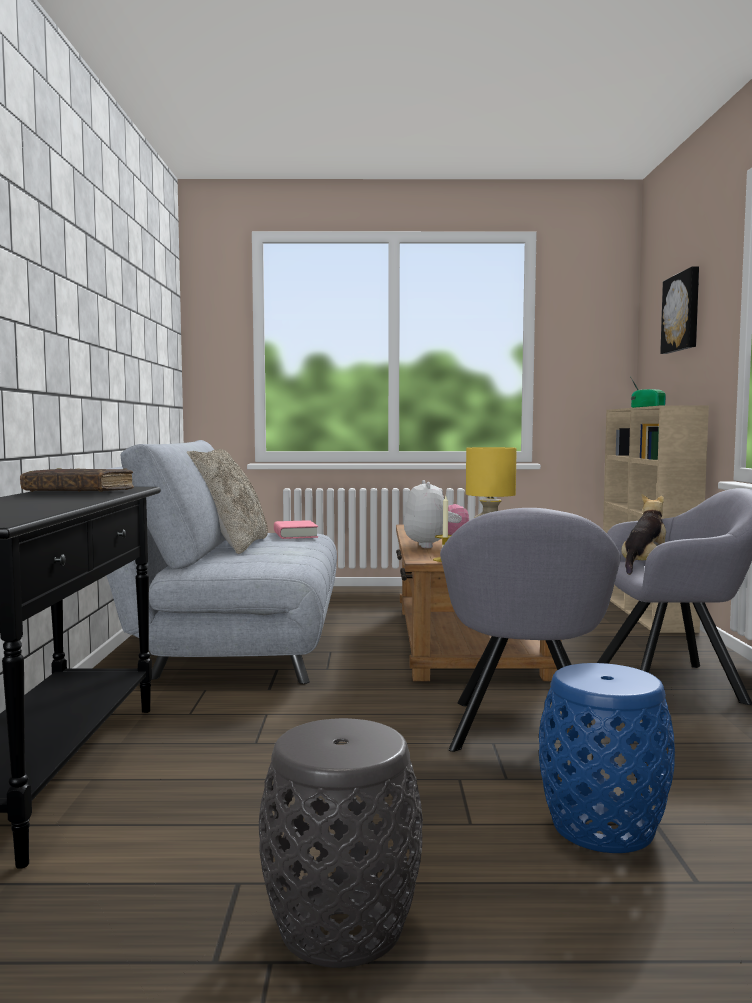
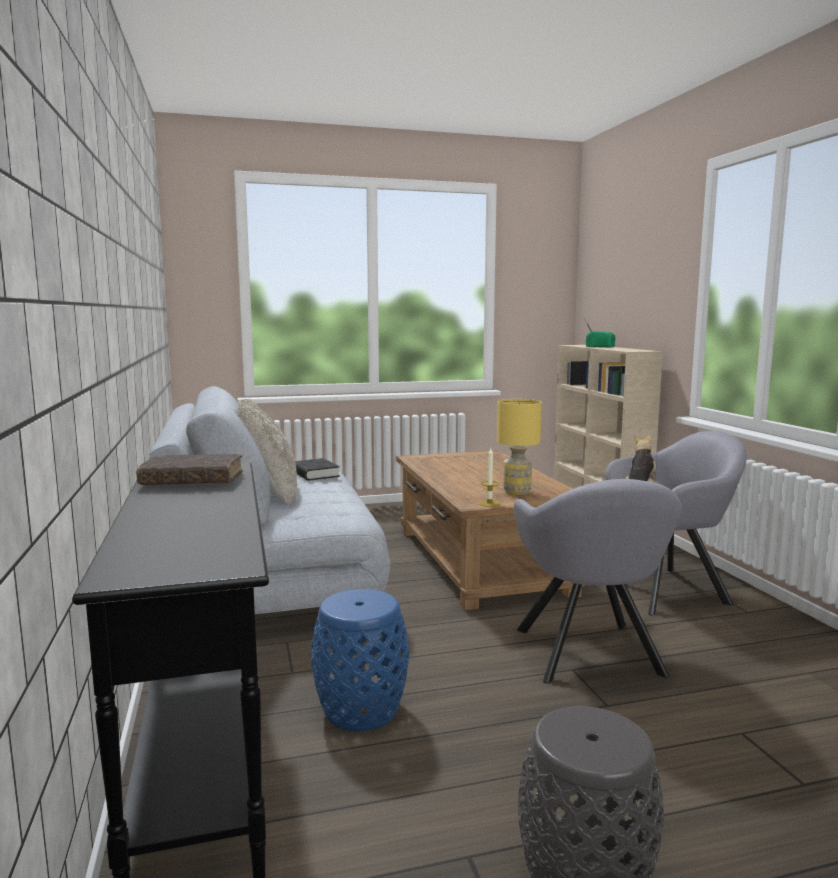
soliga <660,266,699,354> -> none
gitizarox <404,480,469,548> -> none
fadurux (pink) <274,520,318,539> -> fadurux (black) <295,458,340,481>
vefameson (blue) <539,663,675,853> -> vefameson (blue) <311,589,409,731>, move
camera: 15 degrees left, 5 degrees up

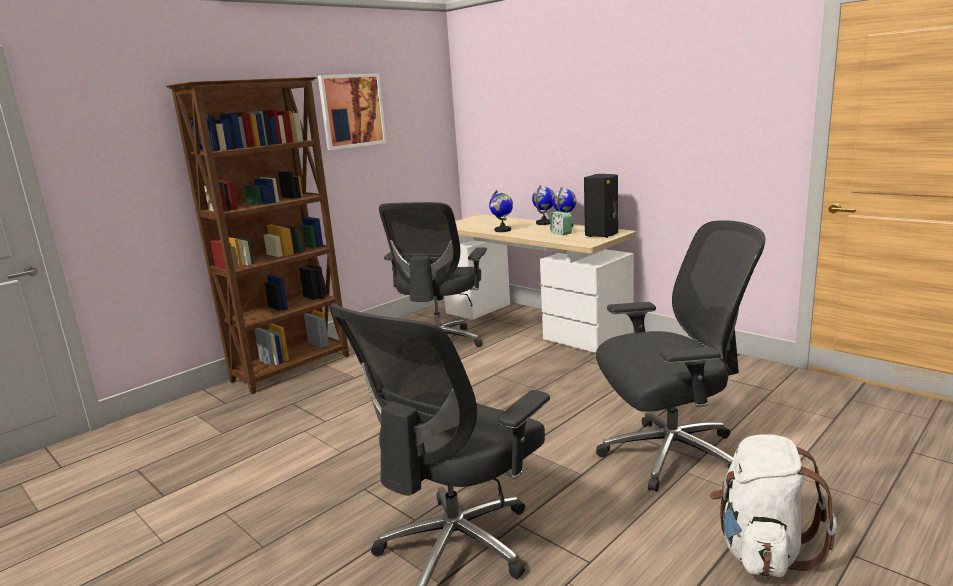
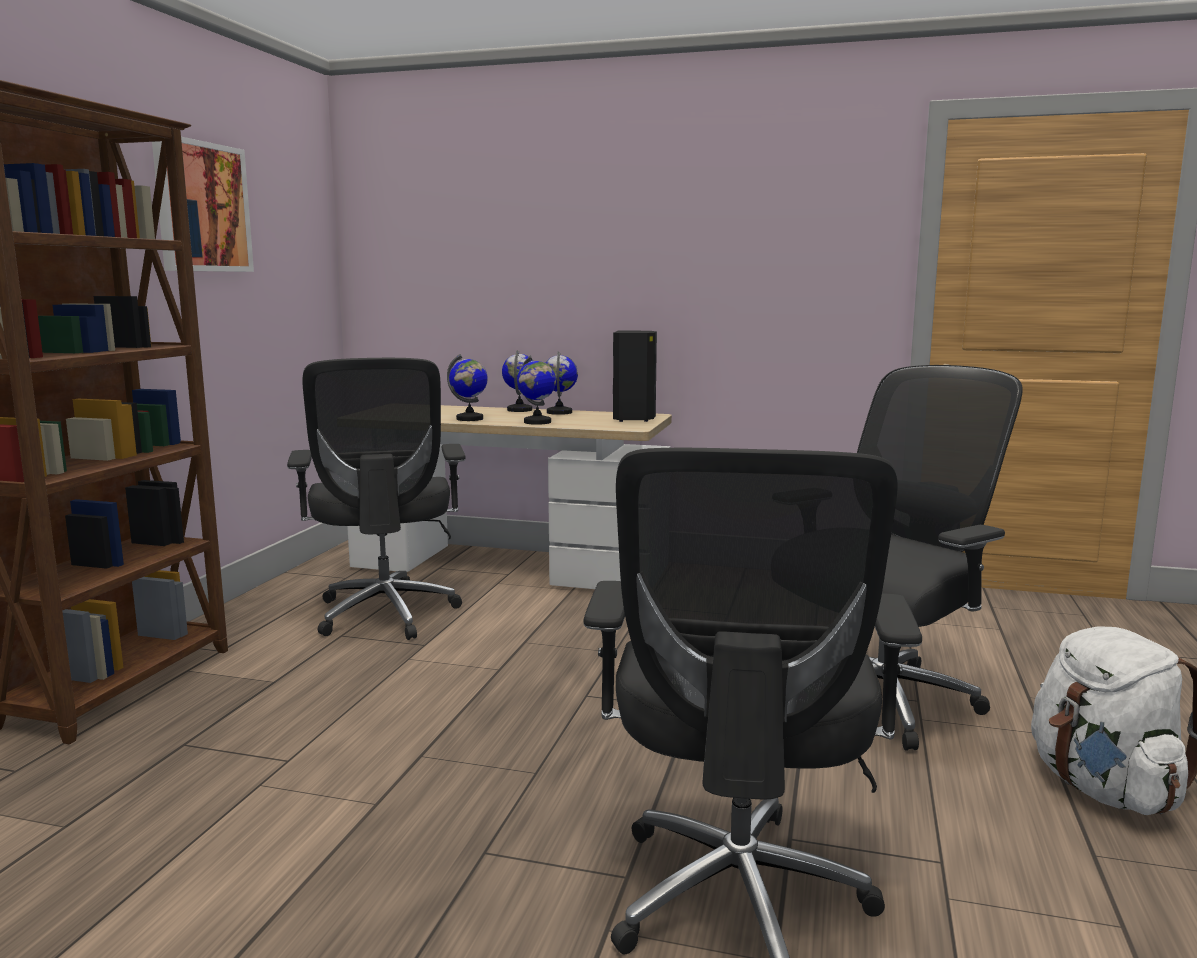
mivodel <550,211,572,235> -> none
none -> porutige <517,355,556,425>
camera: 30 degrees left, 5 degrees down

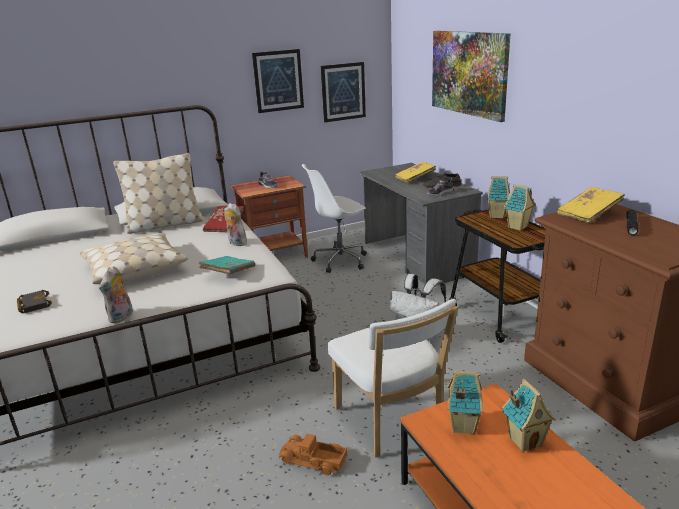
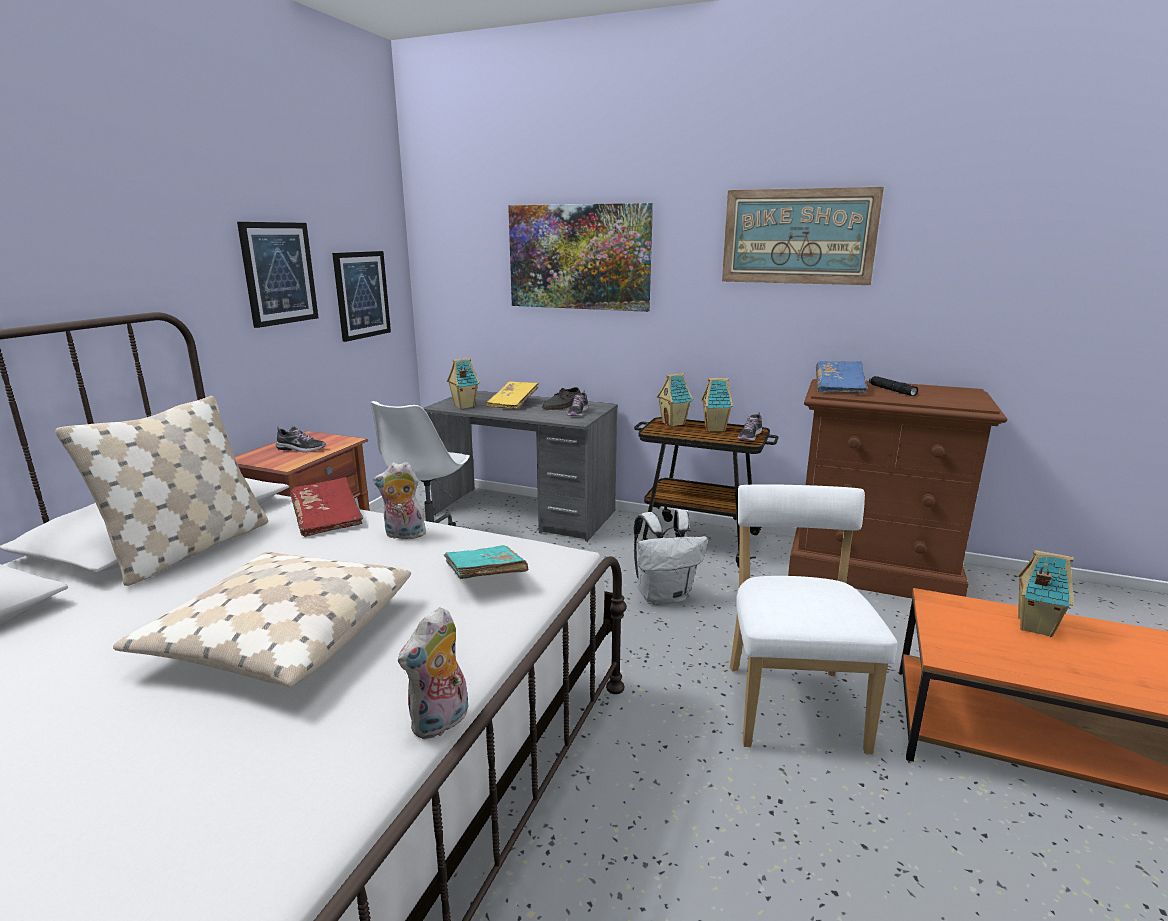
fadurux (yellow) <557,187,625,223> -> fadurux (blue) <816,361,868,394>
gitizarox <99,266,133,323> -> gitizarox <398,607,469,739>, 60 degrees clockwise
fadurux (black) <17,290,52,313> -> none
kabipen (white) <328,299,458,458> -> kabipen (white) <730,484,897,754>, 105 degrees counterclockwise
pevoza <447,371,483,435> -> pevoza <447,358,480,409>, move
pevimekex <279,434,347,475> -> none
none -> soliga <722,187,884,285>
none -> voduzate <738,412,762,441>
camera: 45 degrees left, 5 degrees down

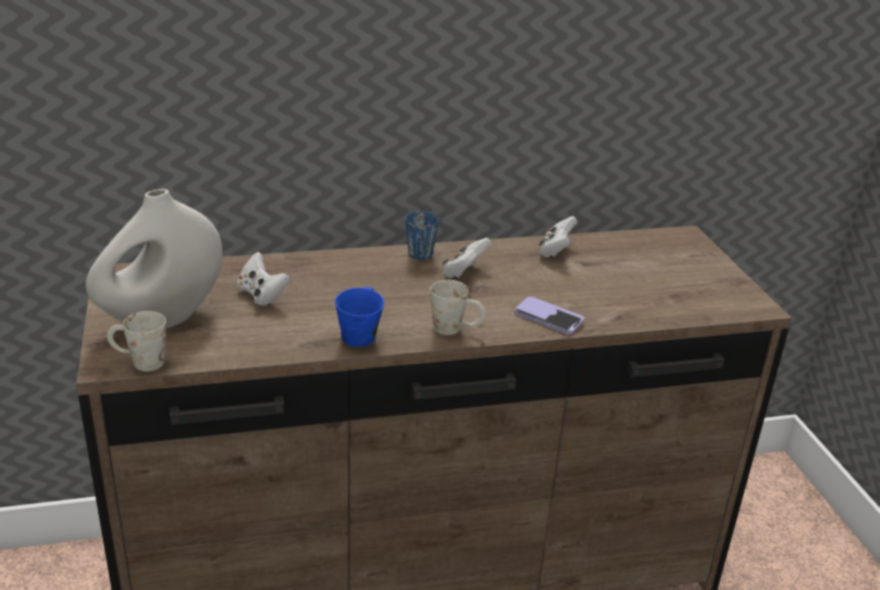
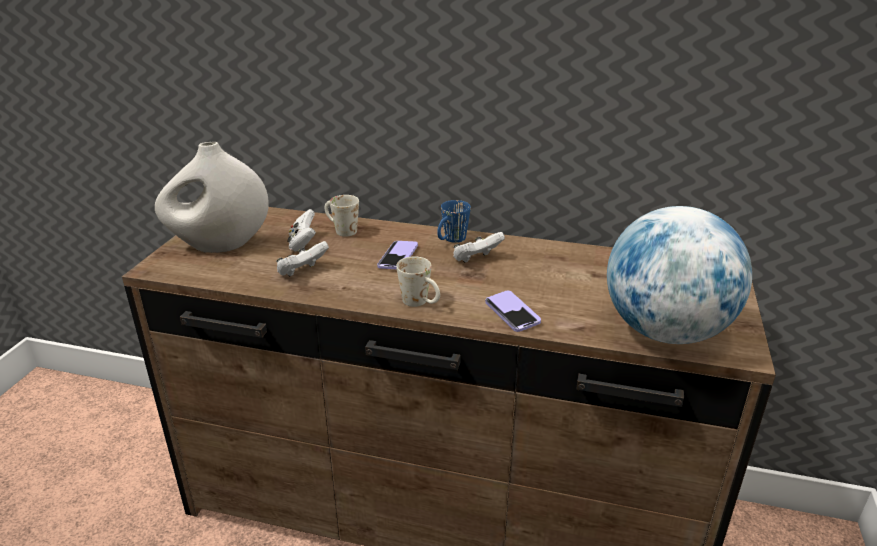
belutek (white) <539,216,577,257> -> belutek (white) <276,241,329,277>, move
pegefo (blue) <335,287,384,347> -> none
pegefo (white) <107,311,166,371> -> pegefo (white) <325,195,359,237>, move
none -> porutige <607,206,752,344>
none -> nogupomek <377,241,418,269>
camera: 30 degrees right, 0 degrees up

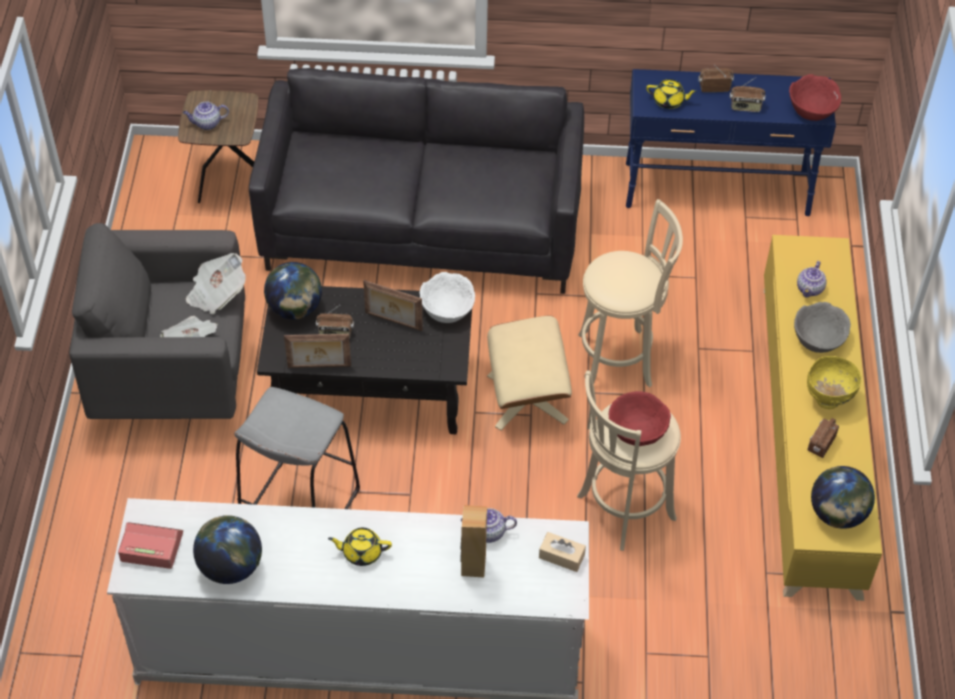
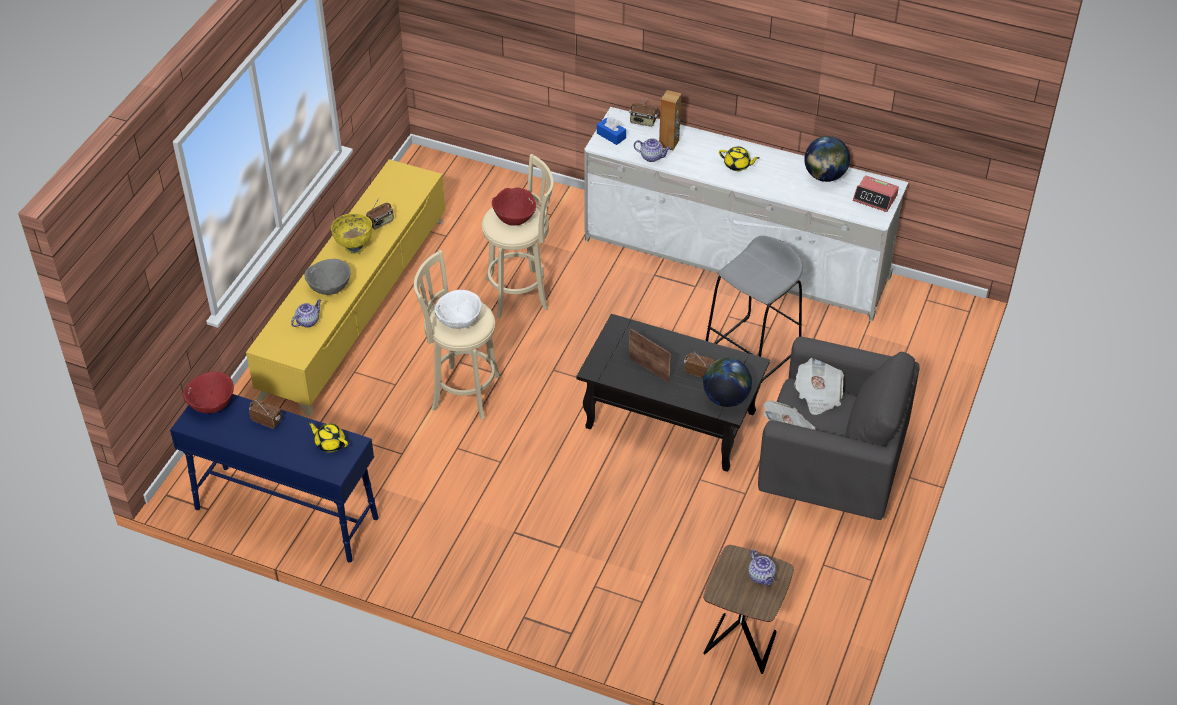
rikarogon <698,65,734,92> -> rikarogon <629,98,658,127>, move
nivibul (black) <249,68,584,294> -> none
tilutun <183,101,229,130> -> tilutun <748,549,776,586>, 60 degrees clockwise
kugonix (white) <420,272,475,323> -> kugonix (white) <434,290,482,329>, move
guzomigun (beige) <487,316,572,430> -> none
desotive <284,334,351,368> -> none
porutige <811,466,875,529> -> none
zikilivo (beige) <539,532,586,572> -> zikilivo (blue) <597,117,626,145>
camera: 160 degrees left, 5 degrees down

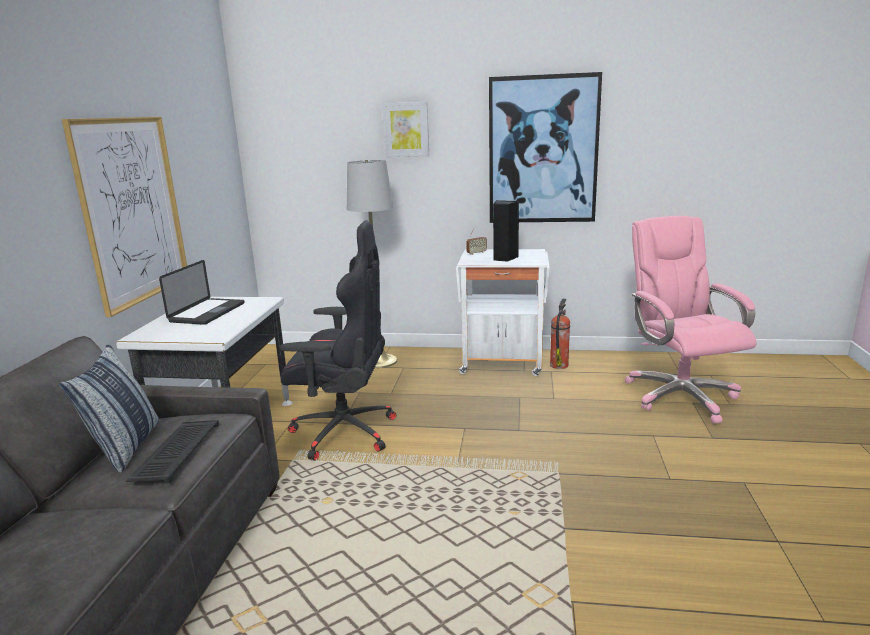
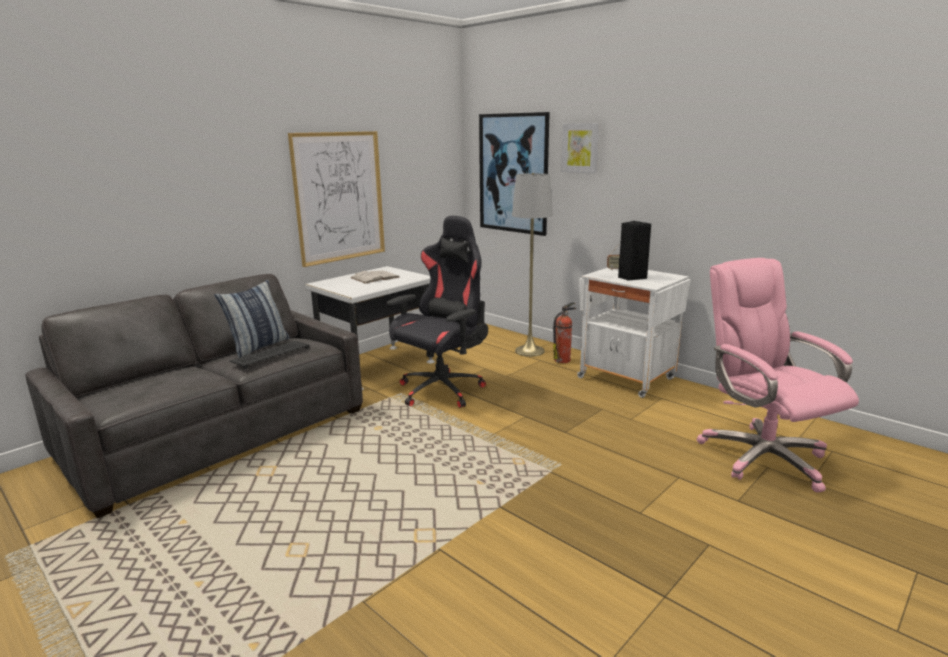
soliga <489,72,602,223> -> soliga <479,112,550,236>, move
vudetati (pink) <625,216,756,424> -> vudetati (pink) <697,258,859,493>, 45 degrees counterclockwise
vudetati (black) <280,220,396,461> -> vudetati (black) <387,216,488,408>, 90 degrees counterclockwise
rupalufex <159,260,245,325> -> fadurux (white) <351,271,399,284>
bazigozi <550,298,570,369> -> bazigozi <553,302,576,363>, move
camera: 35 degrees right, 0 degrees up

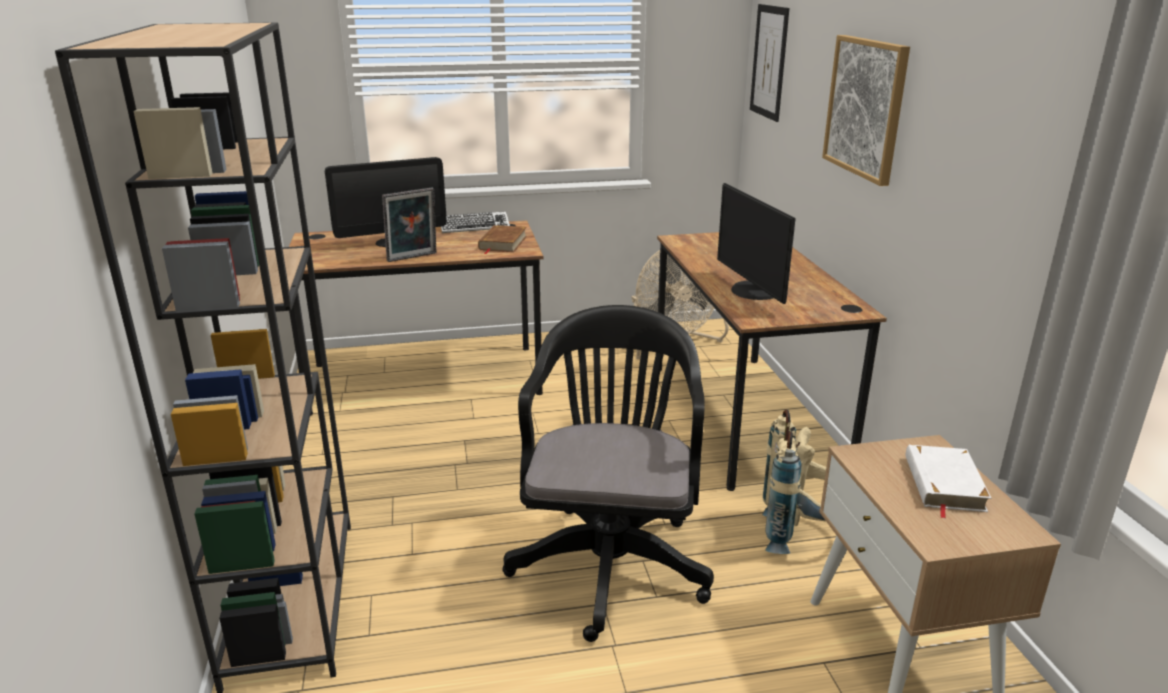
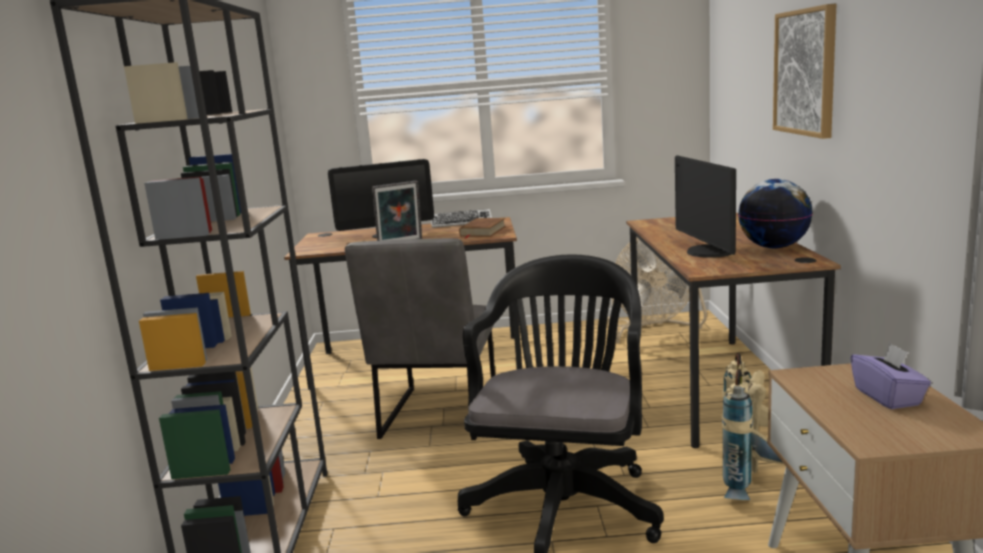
soliga <750,4,789,122> -> none
fadurux (white) <906,445,992,519> -> zikilivo (purple) <851,342,931,409>
none -> porutige <738,179,813,249>
none -> kabipen (grey) <345,238,495,440>
camera: 10 degrees right, 10 degrees down

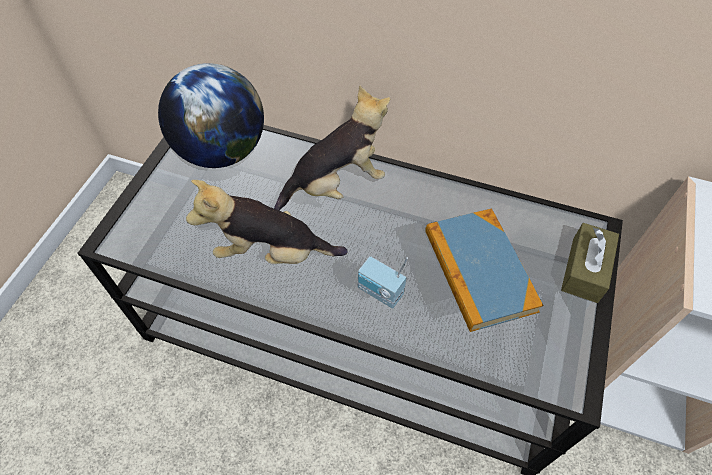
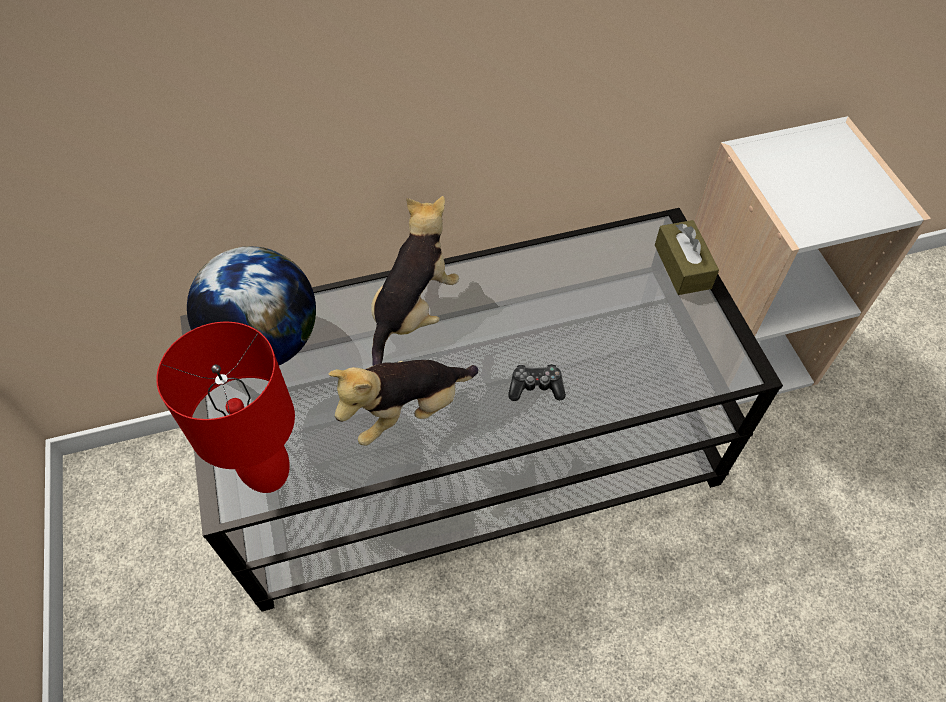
fadurux <425,209,544,332> -> none
rikarogon <358,256,408,309> -> belutek <508,363,566,401>
none -> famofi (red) <156,322,295,493>
camera: 35 degrees left, 0 degrees up

